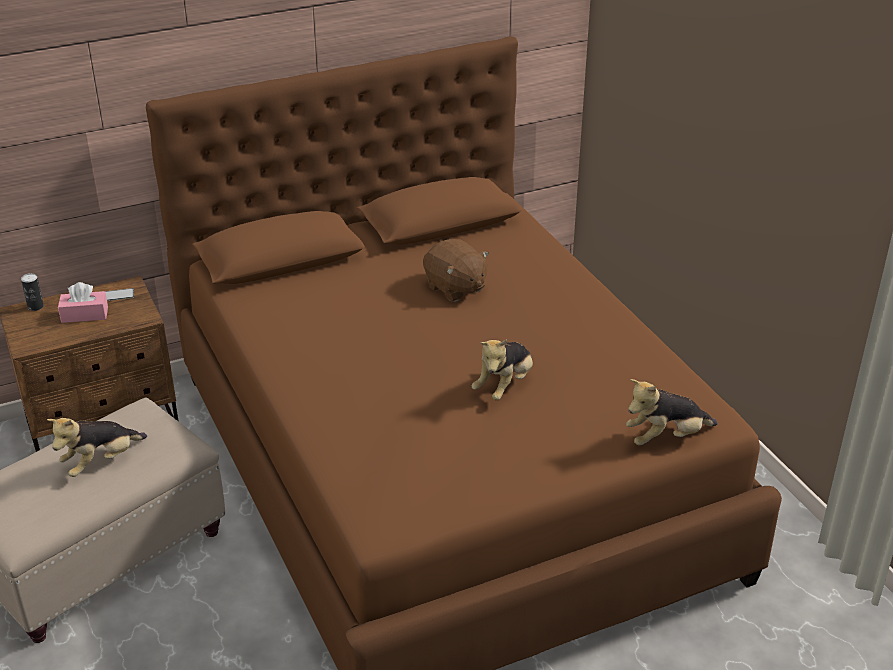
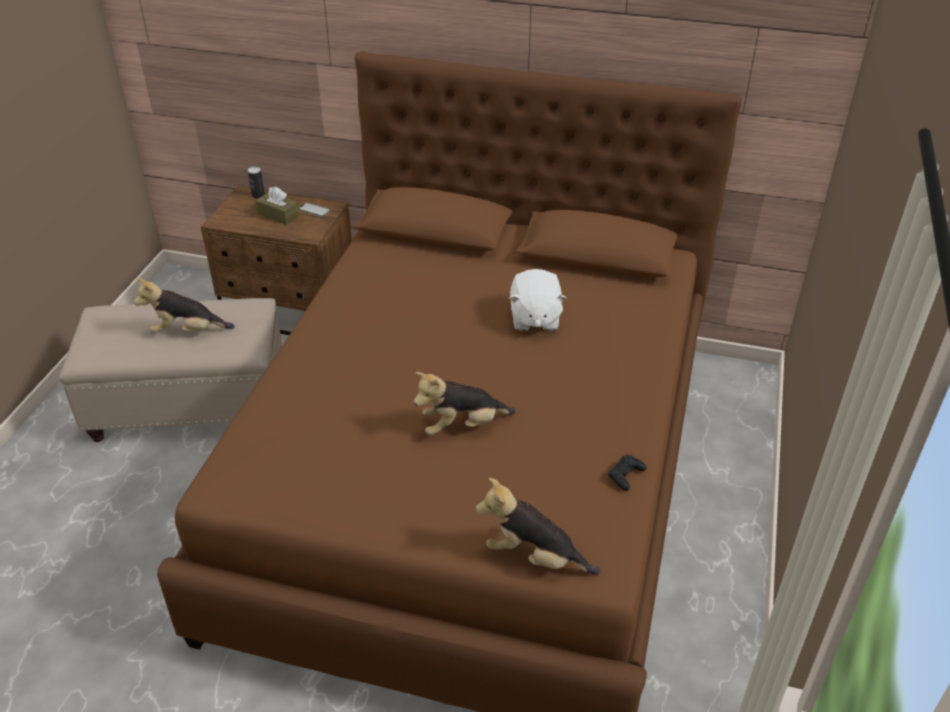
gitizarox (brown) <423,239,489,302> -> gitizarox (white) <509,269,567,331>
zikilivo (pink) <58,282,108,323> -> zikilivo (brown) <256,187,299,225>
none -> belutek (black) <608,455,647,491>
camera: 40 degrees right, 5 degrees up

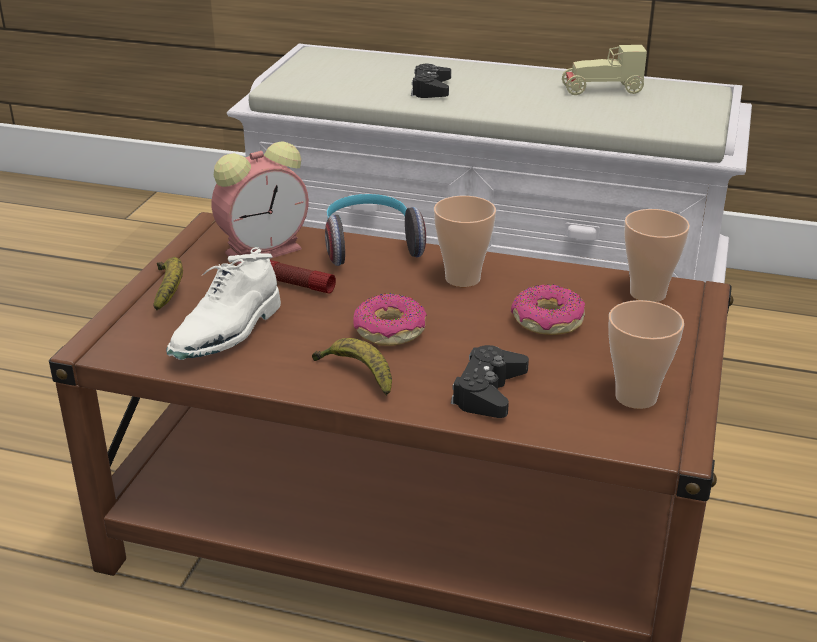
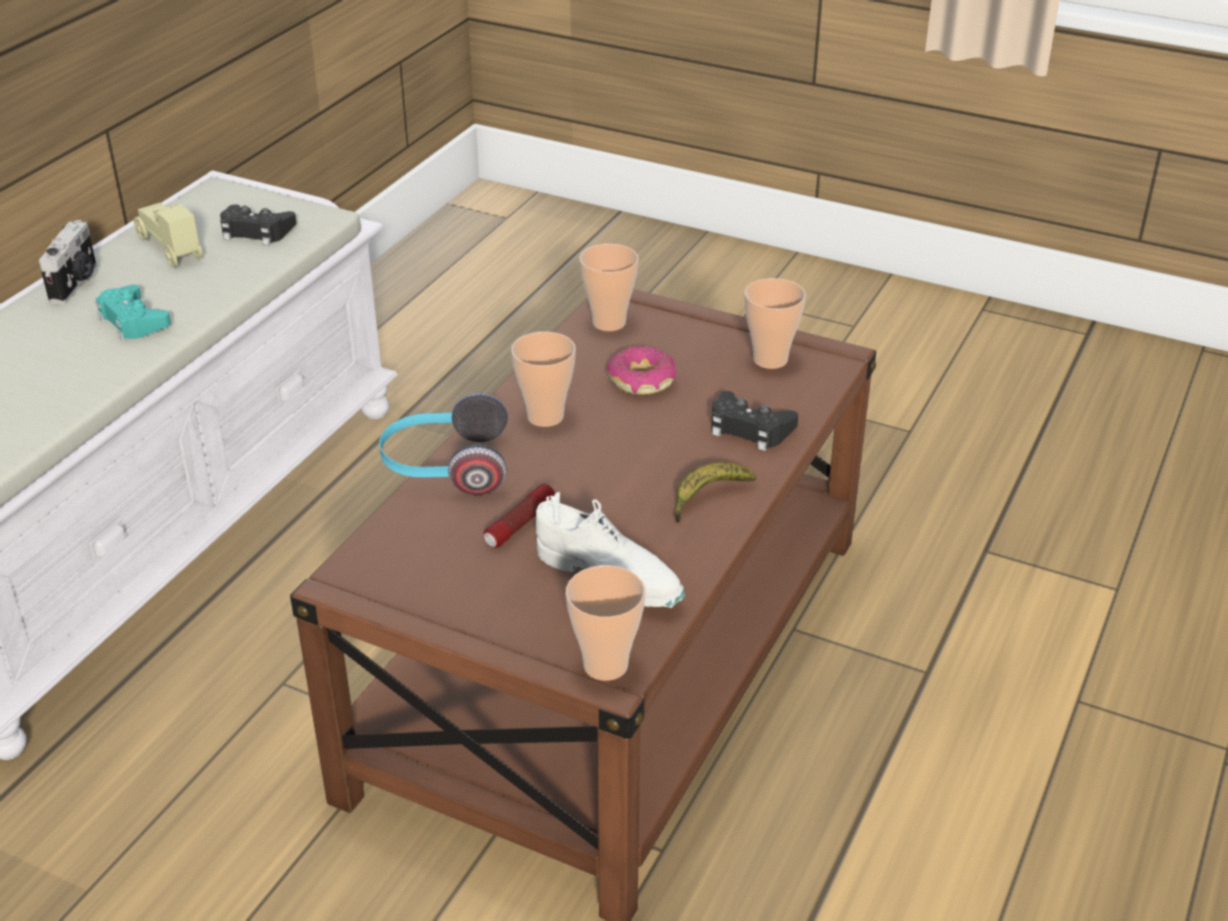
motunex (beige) <562,45,647,95> -> motunex (beige) <134,203,202,267>, 135 degrees clockwise
belutek (black) <411,64,451,98> -> belutek (black) <220,204,297,246>, move
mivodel <212,141,309,265> -> none
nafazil <154,257,183,310> -> none
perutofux <353,293,427,346> -> none
none -> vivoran <39,220,97,304>
none -> belutek (turquoise) <95,285,171,340>
none -> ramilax <565,565,645,681>
camera: 80 degrees left, 5 degrees up

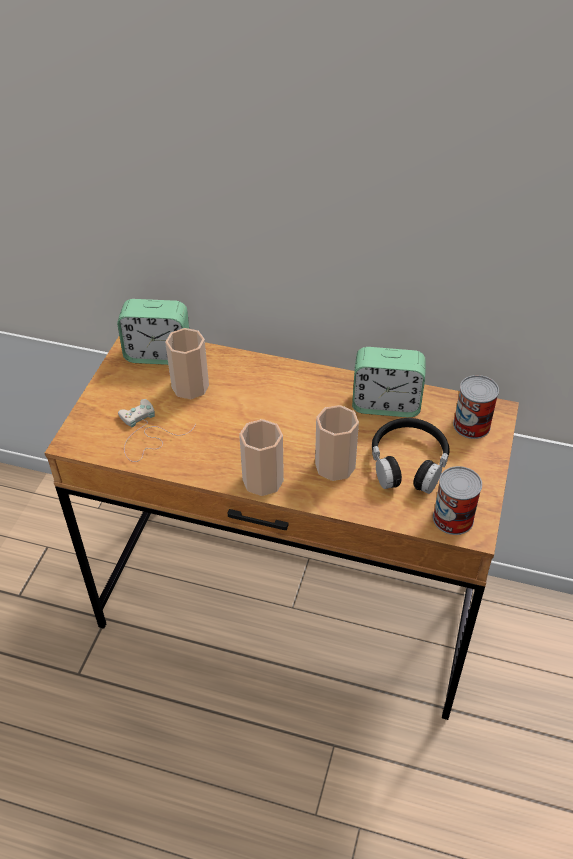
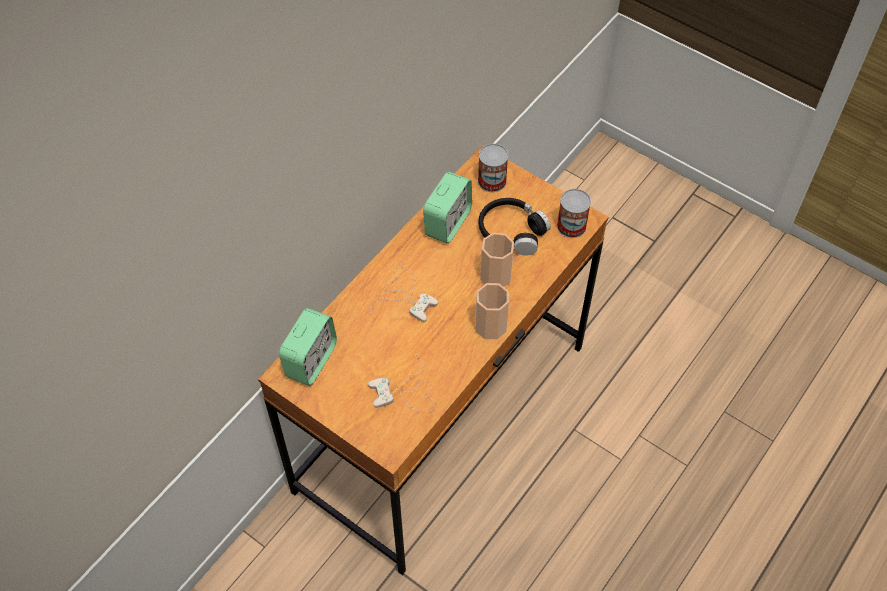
ramilax <165,328,209,399> -> none
none -> belutek (white) <370,266,438,322>
camera: 70 degrees left, 10 degrees up

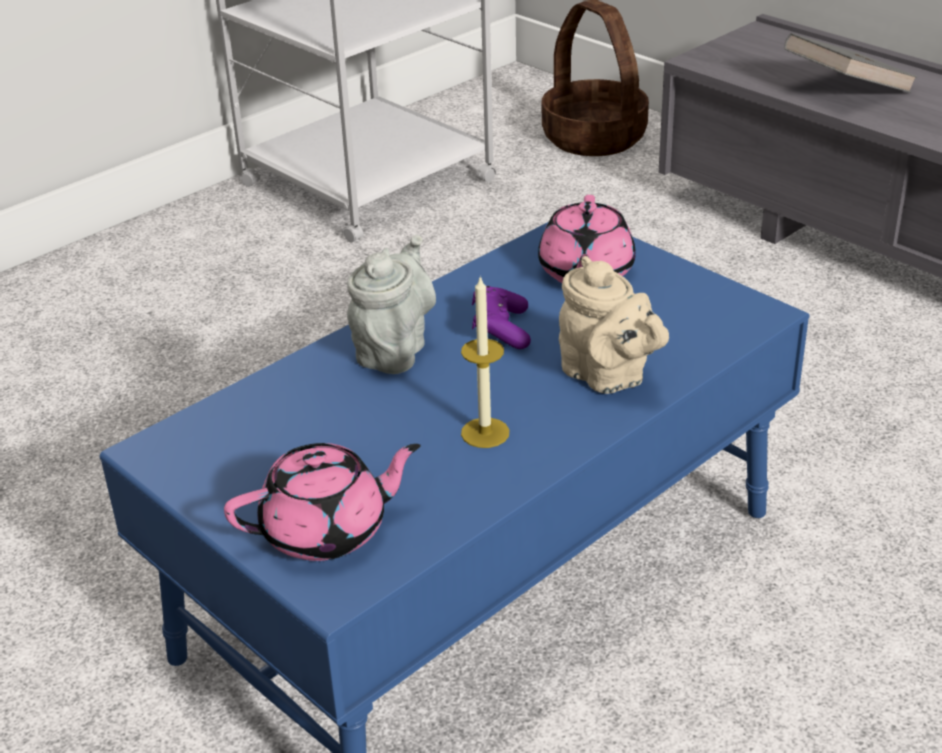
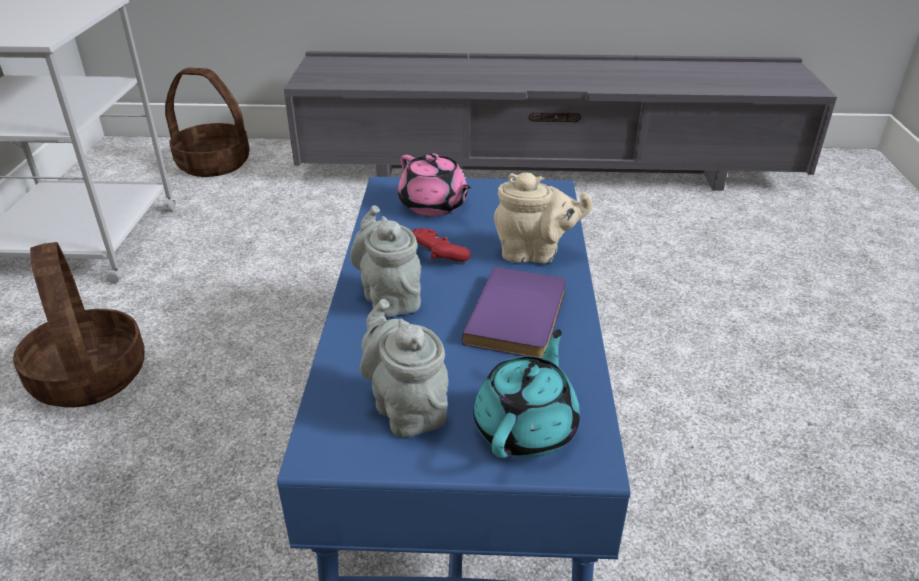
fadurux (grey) <784,33,918,93> -> none
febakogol <461,275,509,448> -> fadurux (purple) <462,267,566,358>
belutek (purple) <472,286,531,349> -> belutek (red) <412,228,471,262>
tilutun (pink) <224,443,421,561> -> tilutun (turquoise) <473,329,580,458>
none -> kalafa <13,242,145,408>
none -> tilutun (grey) <359,299,449,437>
camera: 45 degrees left, 0 degrees up

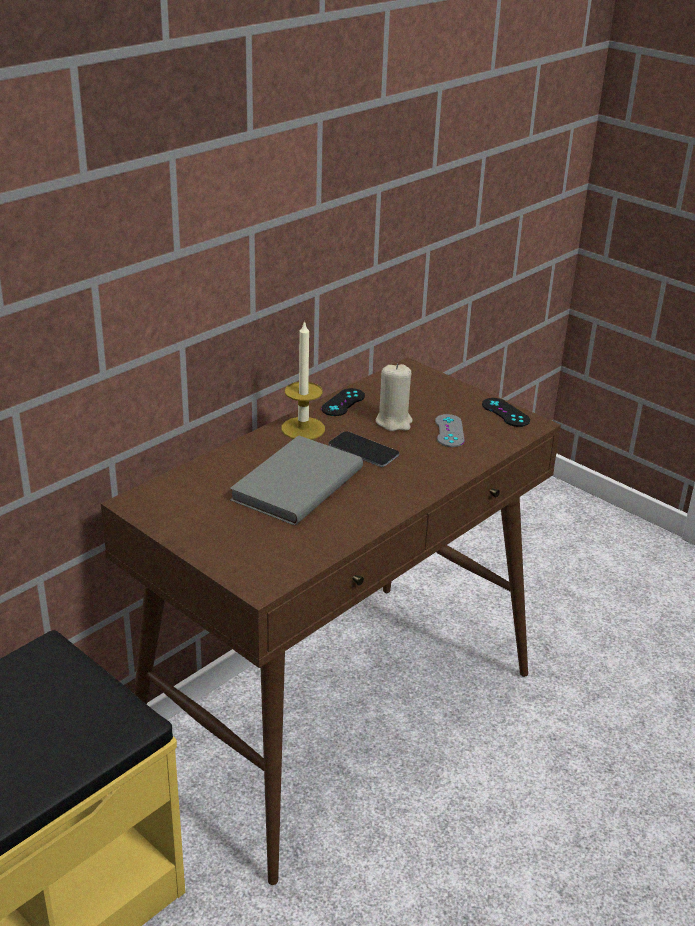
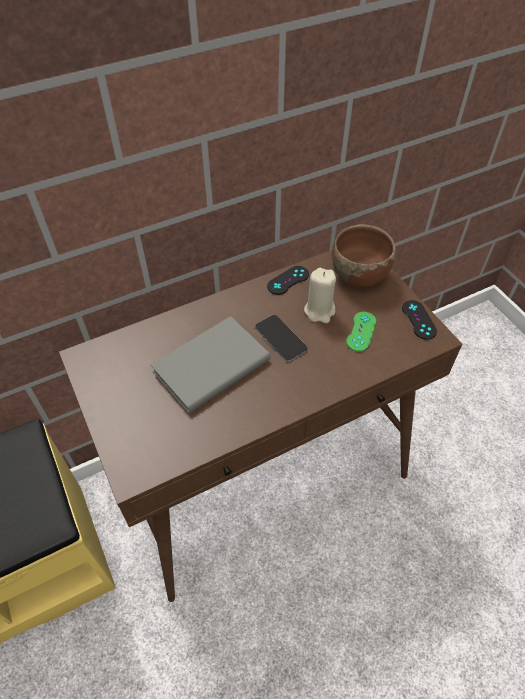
febakogol <282,320,325,439> -> none
belutek (grey) <435,414,465,447> -> belutek (green) <346,312,376,352>
none -> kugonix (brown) <332,224,396,287>
camera: 20 degrees right, 20 degrees up

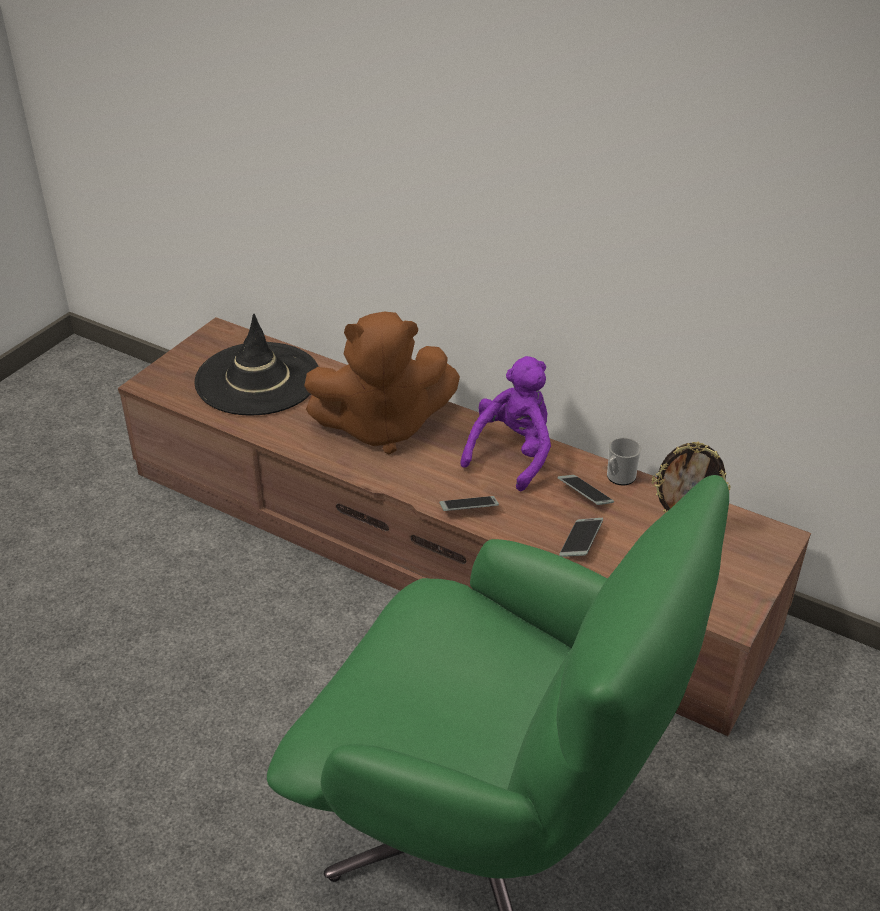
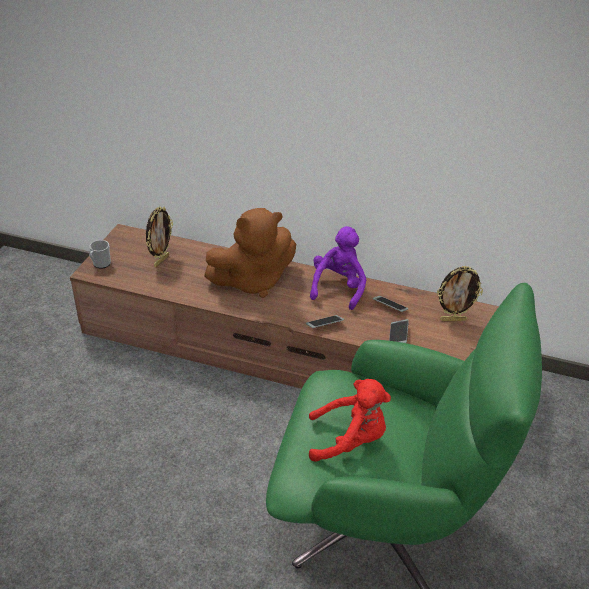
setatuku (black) <194,314,319,416> -> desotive <146,207,173,267>
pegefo <607,437,641,486> -> pegefo <89,240,111,269>, move
none -> gitizarox (red) <309,379,391,462>
camera: 15 degrees left, 0 degrees up

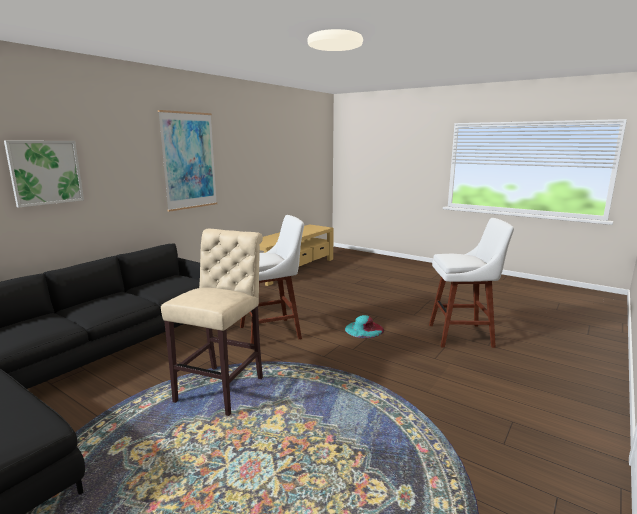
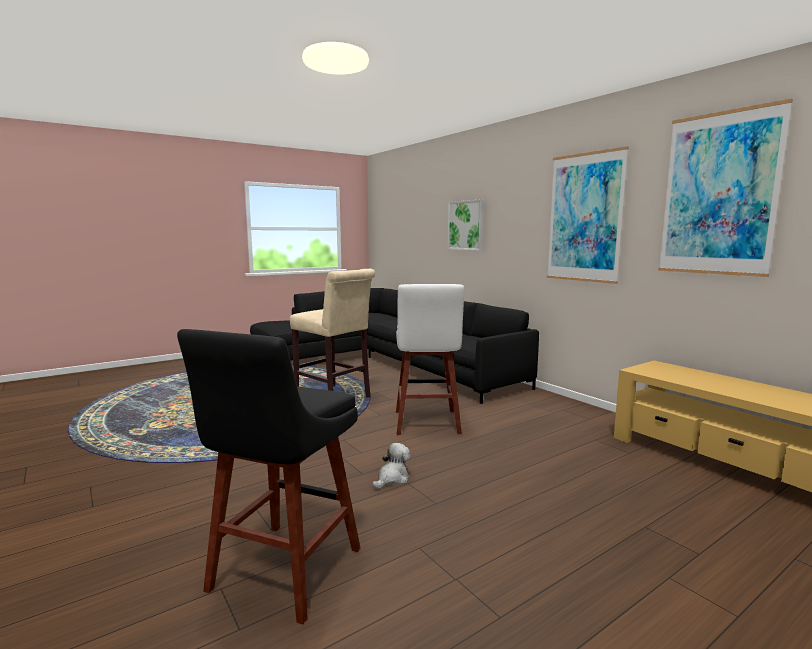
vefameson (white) <429,218,514,348> -> vefameson (black) <177,329,361,625>
setatuku (turquoise) <345,315,384,338> -> gitizarox <372,443,411,489>
none -> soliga <658,99,793,277>
camera: 110 degrees right, 5 degrees down

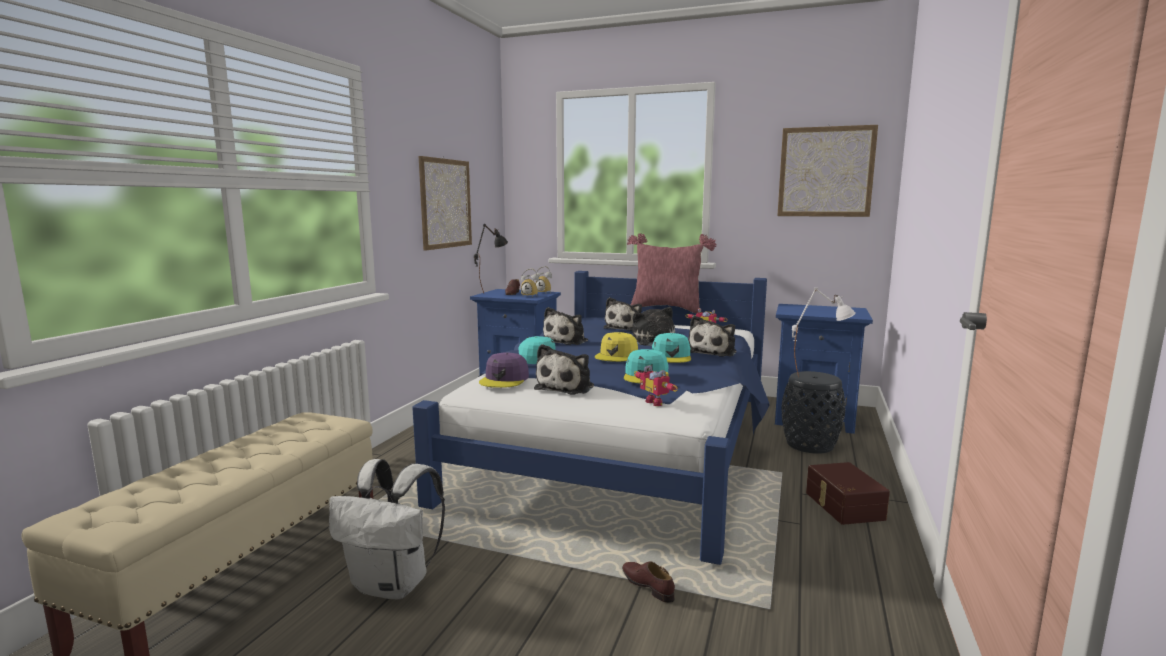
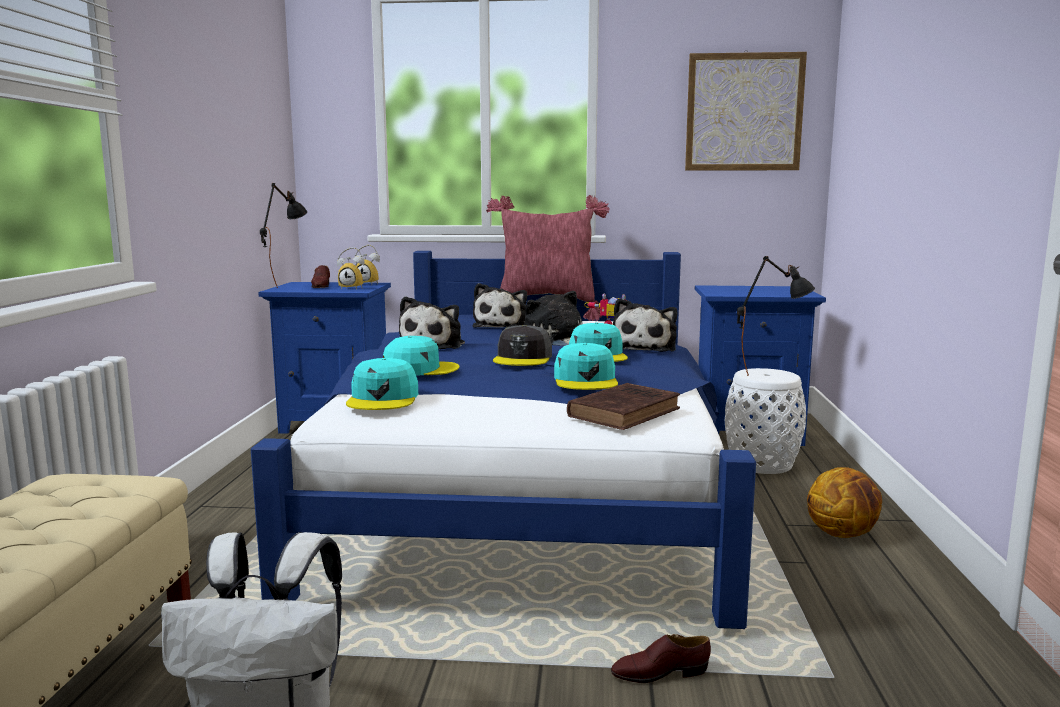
soliga <419,156,472,251> -> none
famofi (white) <792,287,856,375> -> famofi (black) <737,256,815,376>
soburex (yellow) <595,332,638,362> -> soburex (grey) <493,325,552,366>
gitizarox <534,344,594,394> -> none
soburex (purple) <479,352,529,388> -> soburex (turquoise) <346,358,418,410>
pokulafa <634,365,678,406> -> fadurux (brown) <567,383,680,430>
vefameson (black) <781,371,845,454> -> vefameson (white) <725,368,806,474>
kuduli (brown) <806,462,890,525> -> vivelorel <807,467,882,538>
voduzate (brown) <622,561,675,603> -> voduzate (brown) <611,634,711,683>, 45 degrees counterclockwise
camera: 15 degrees left, 0 degrees up

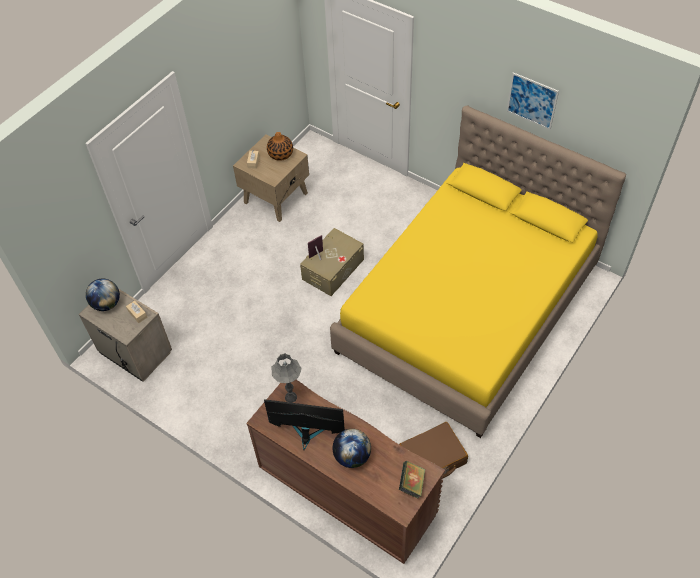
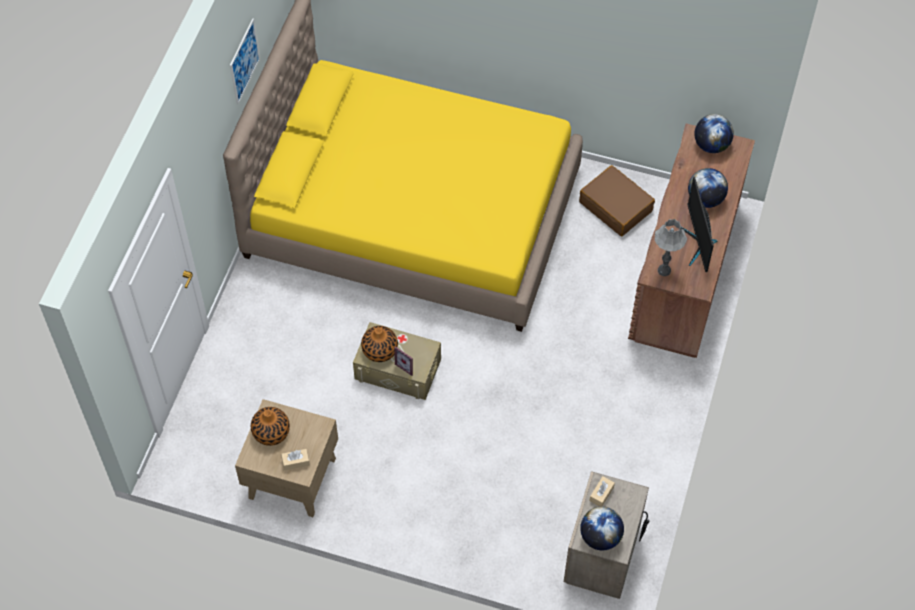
fadurux <399,461,425,499> -> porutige <694,114,734,153>
none -> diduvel <361,326,398,362>
camera: 110 degrees left, 5 degrees up

